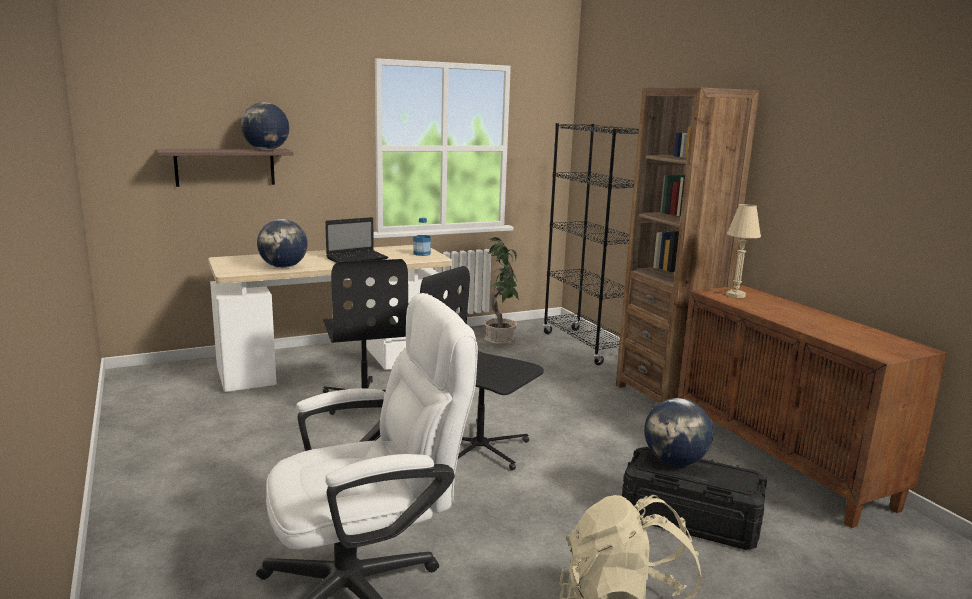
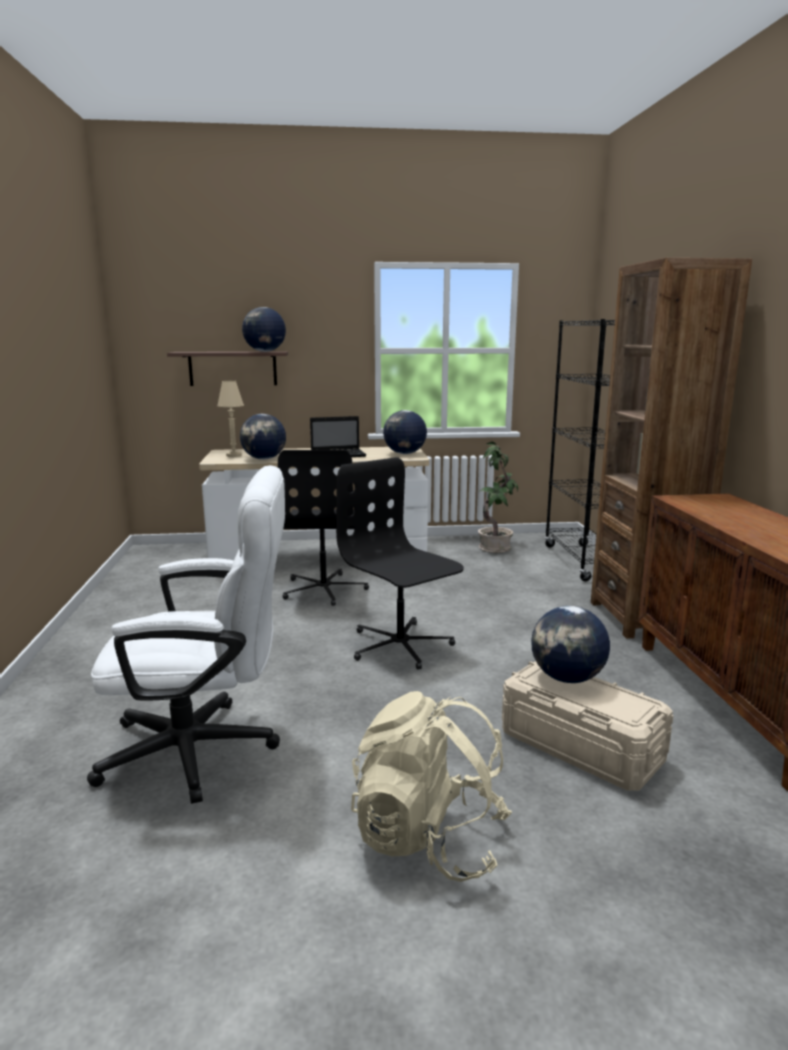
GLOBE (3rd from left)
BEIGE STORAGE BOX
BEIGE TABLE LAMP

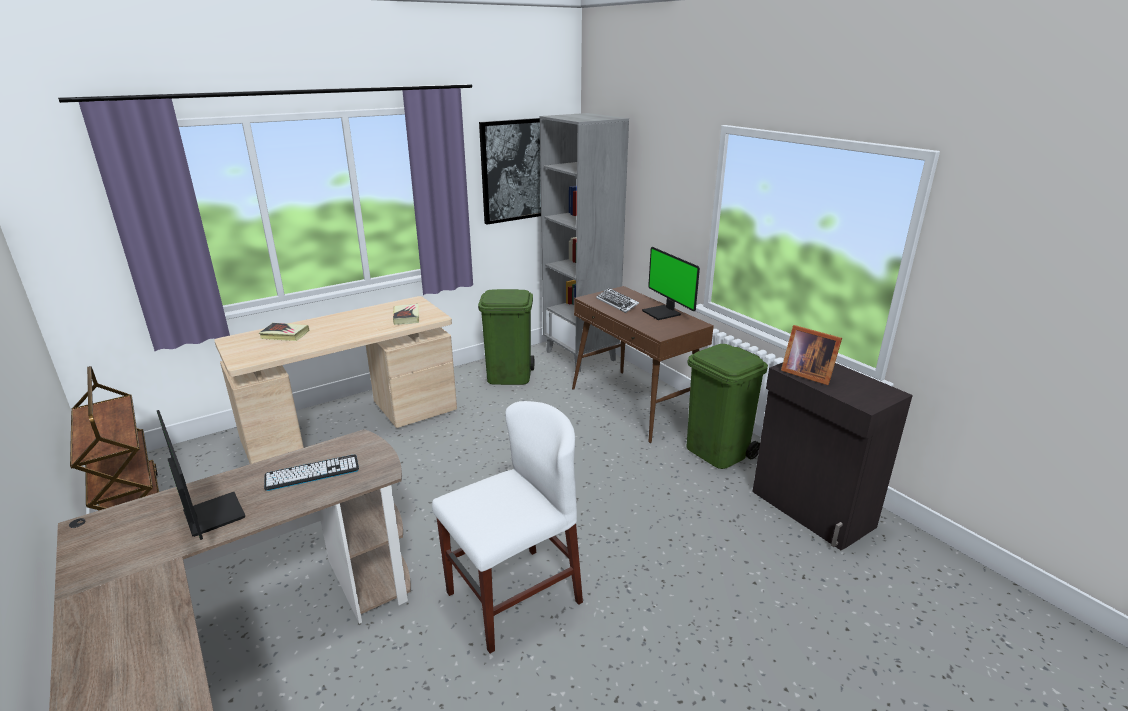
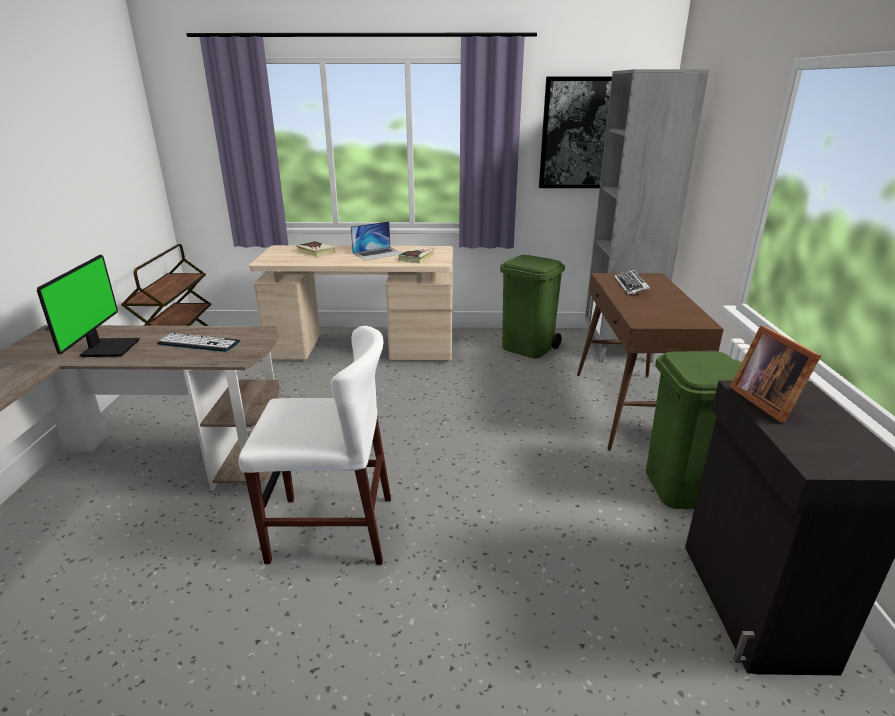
MONITOR (2nd from left in the first image)
LAPTOP

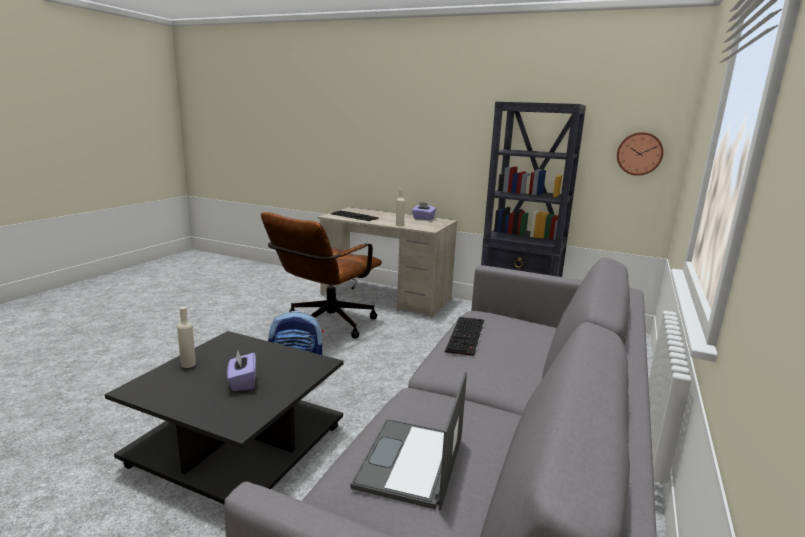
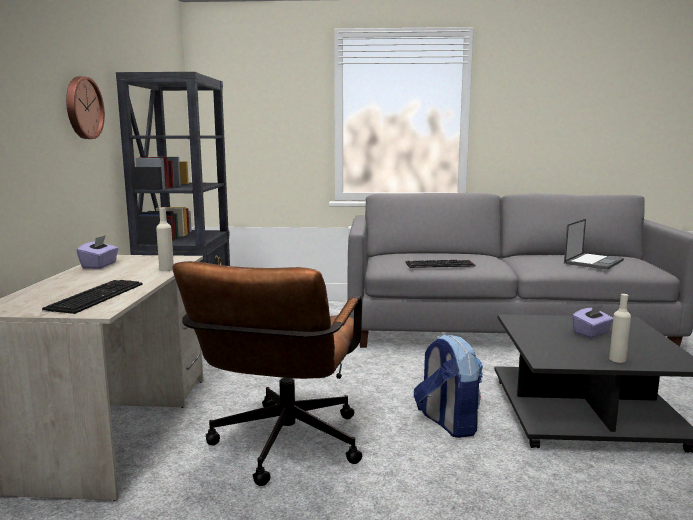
BROWN OFFICE CHAIR
LAPTOP
WALL CLOCK

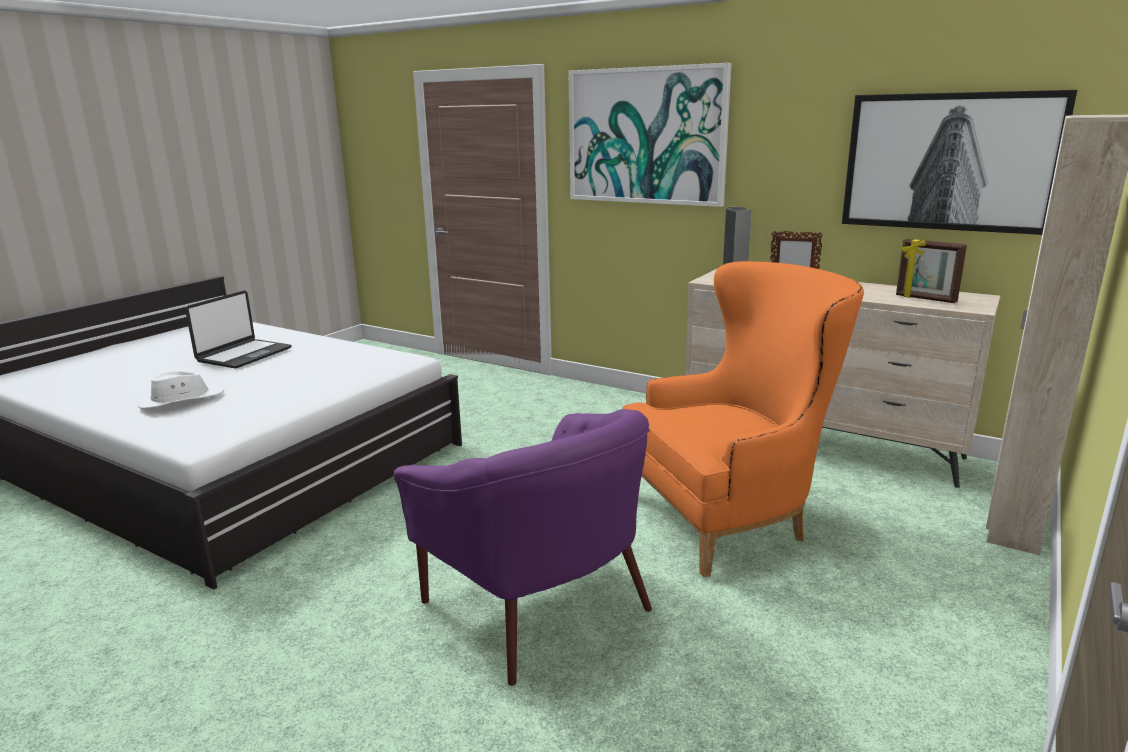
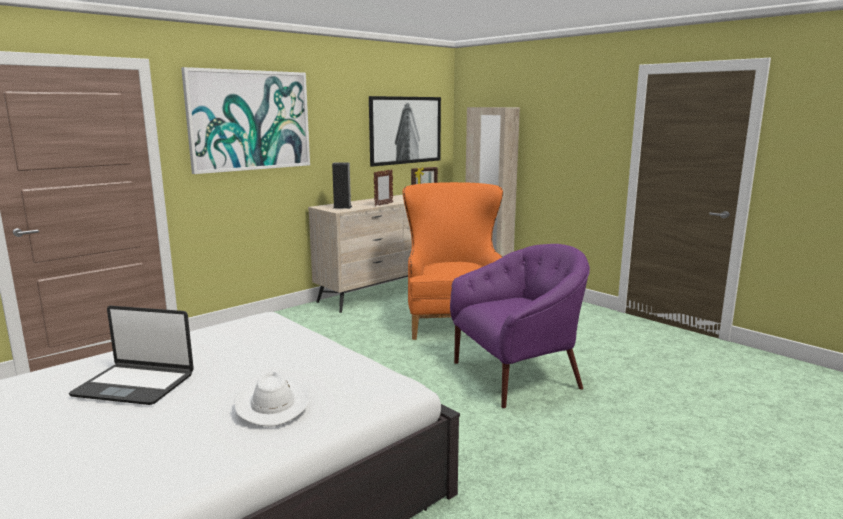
LAPTOP

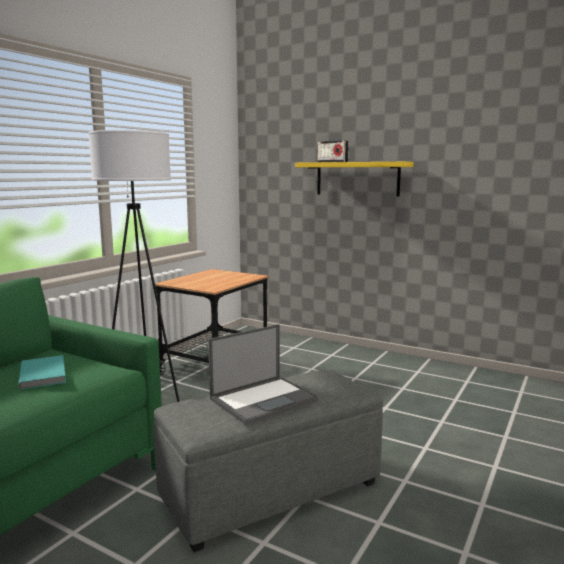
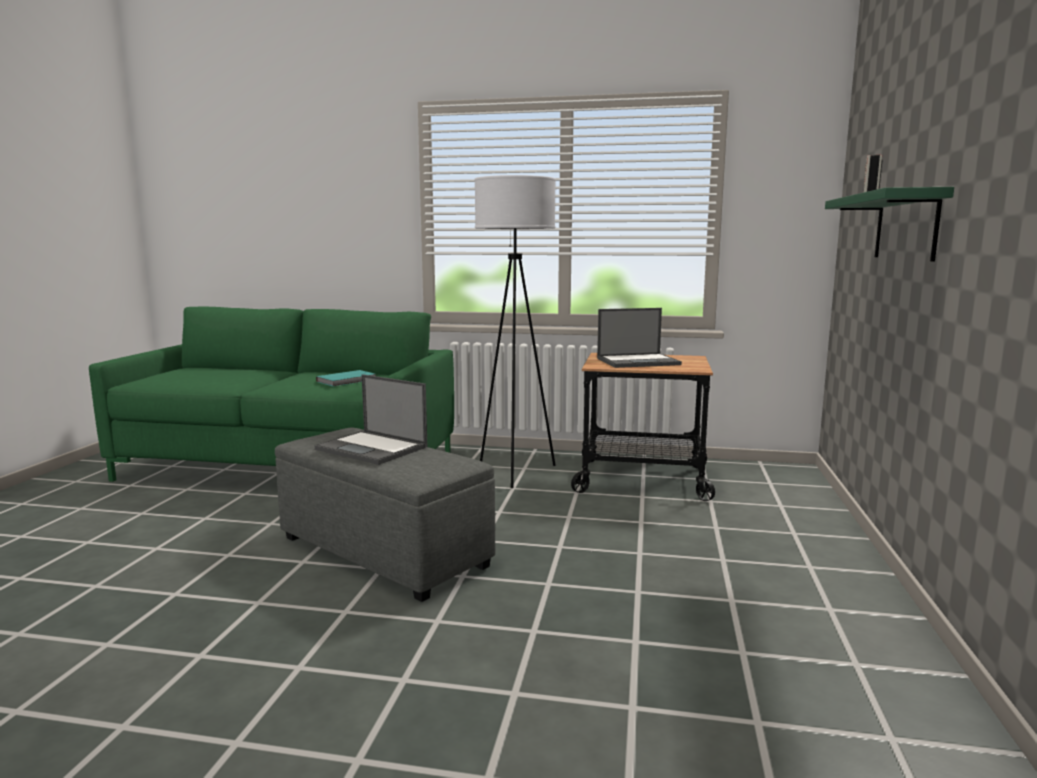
GREEN SHELF
LAPTOP (2nd from left)

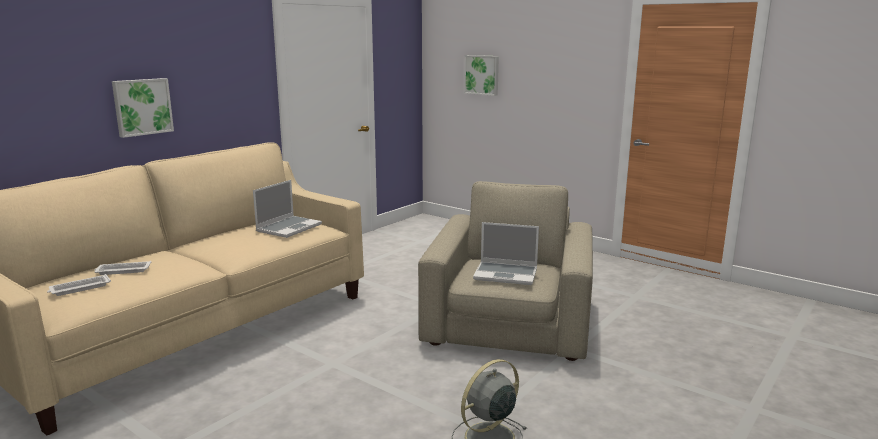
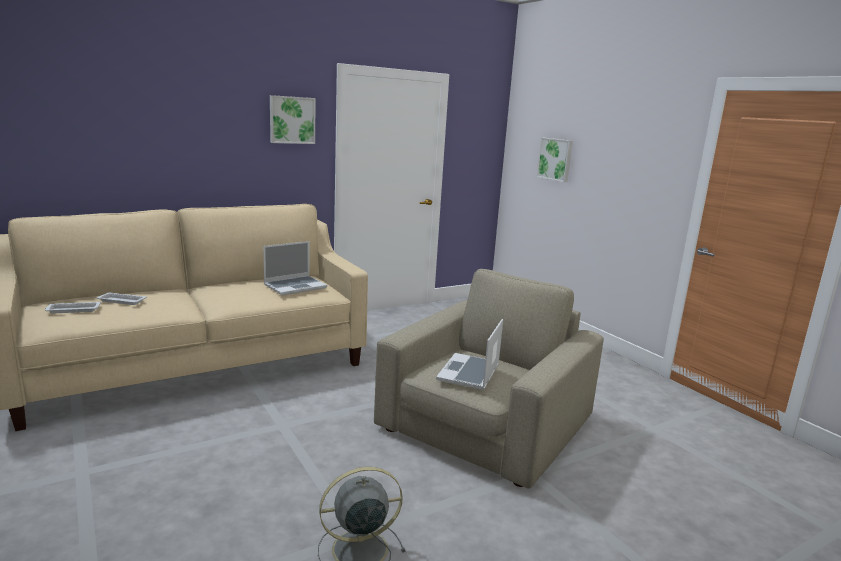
PICTURE (1st from left)
LAPTOP (2nd from left)

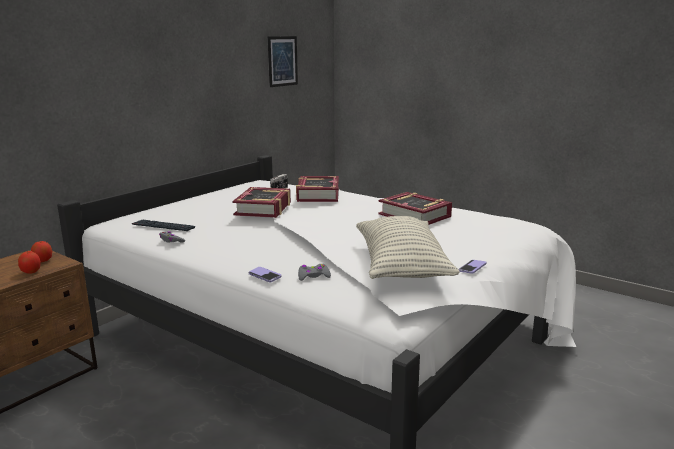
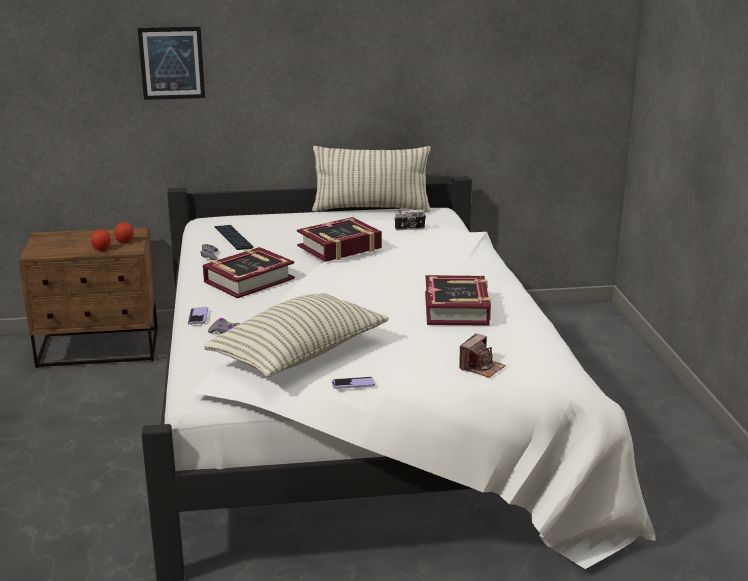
PICTURE
BOOK (1st from left)
PILLOW (2nd from left)
PHOTO CAMERA (2nd from left)

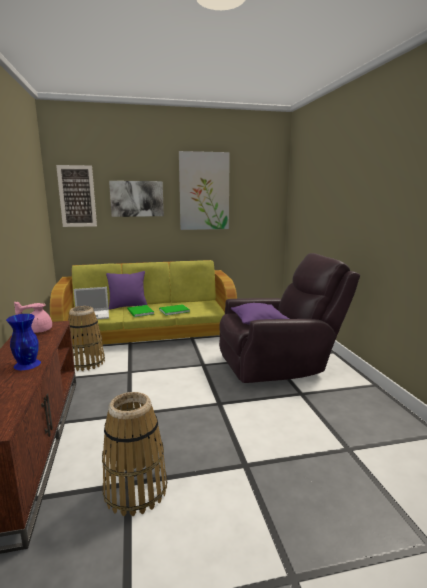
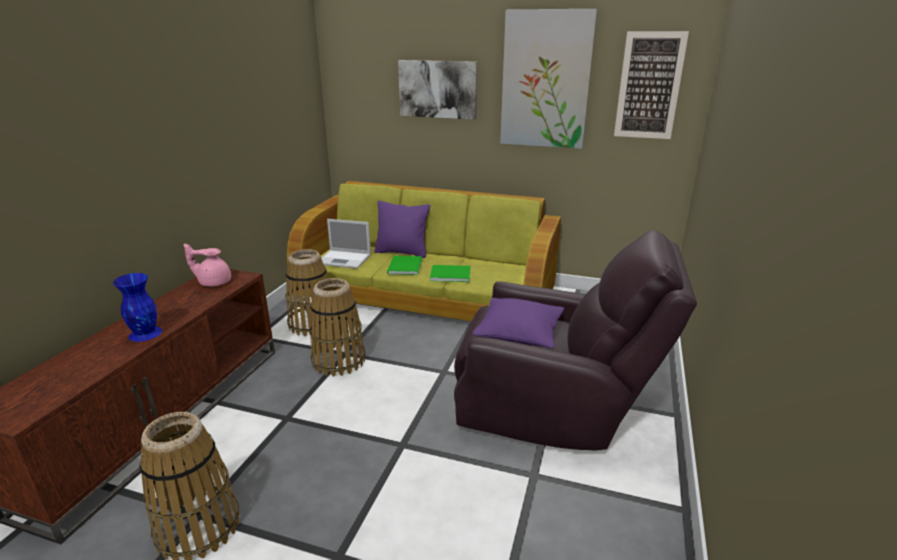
PICTURE (3rd from left)
BASKET (3rd from left)

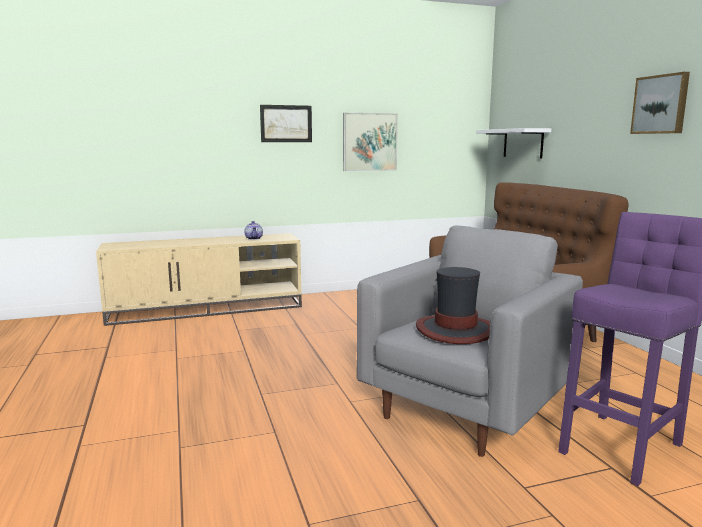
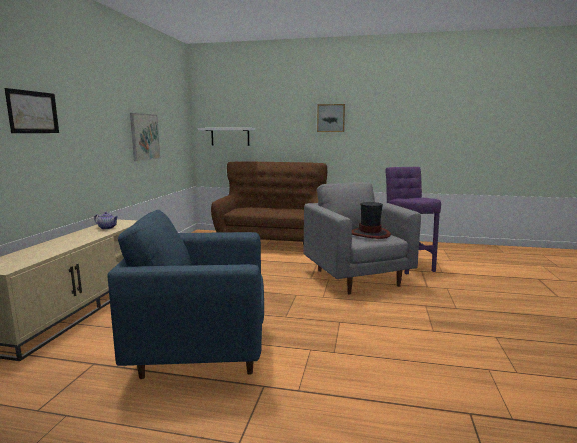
PICTURE (1st from left)
BLUE ARMCHAIR

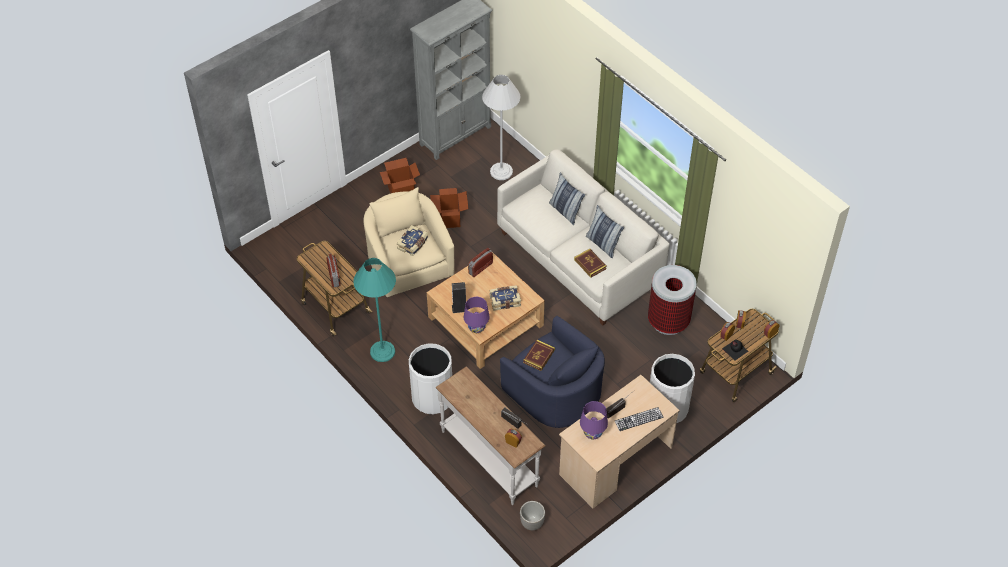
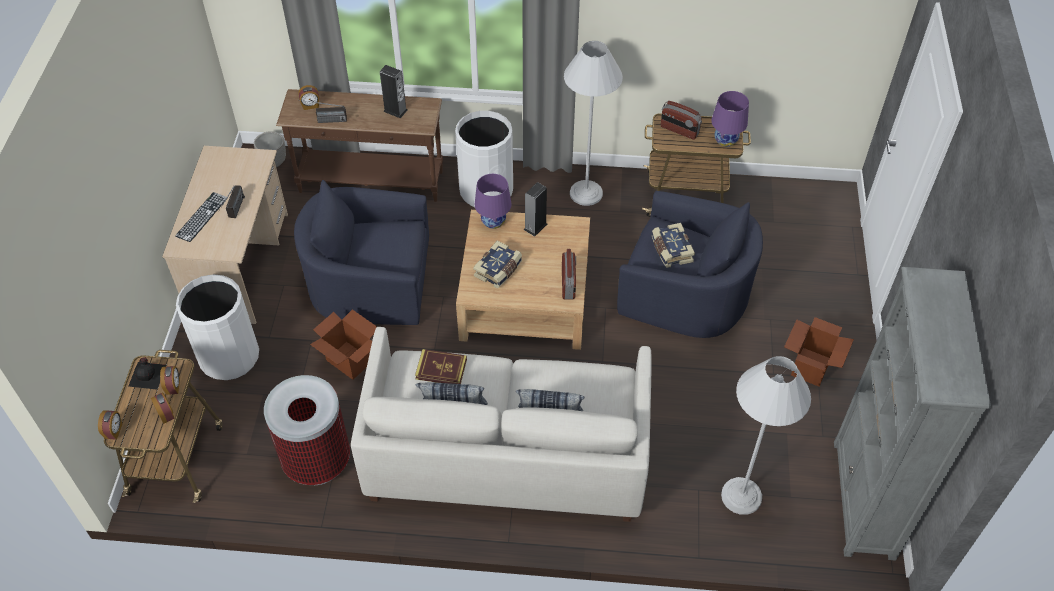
WHITE FLOOR LAMP (1st from left)
BLUE ARMCHAIR (2nd from left)
CARDBOARD BOX (1st from left)
BROWN CONSOLE TABLE
BOOK (3rd from left in the first image)
PURPLE TABLE LAMP (2nd from left)
SPEAKER (1st from left)

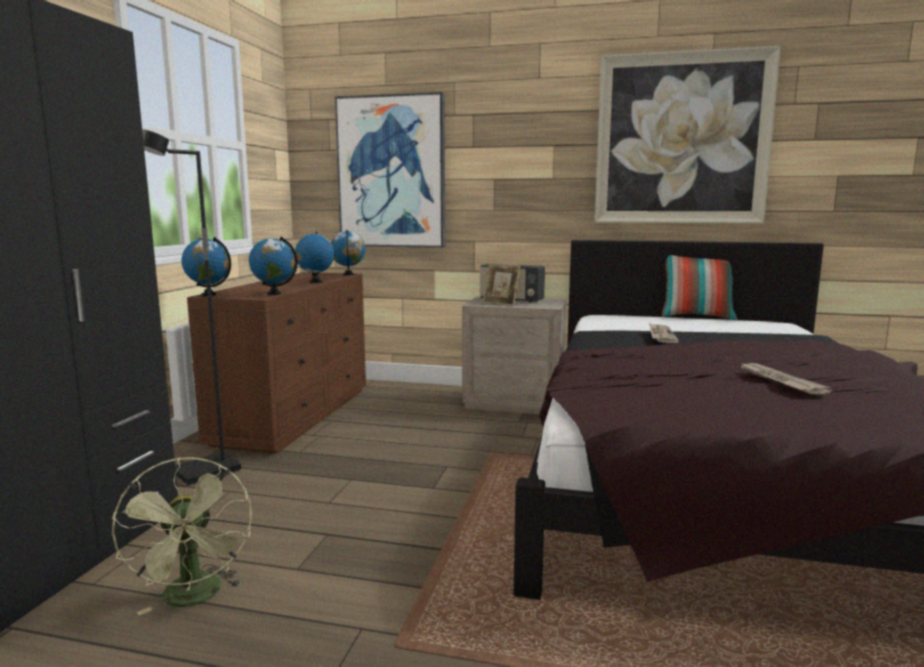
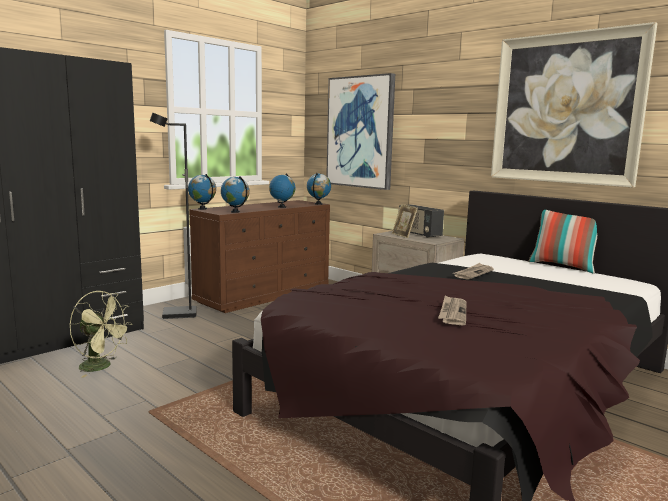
GREEN FAN

